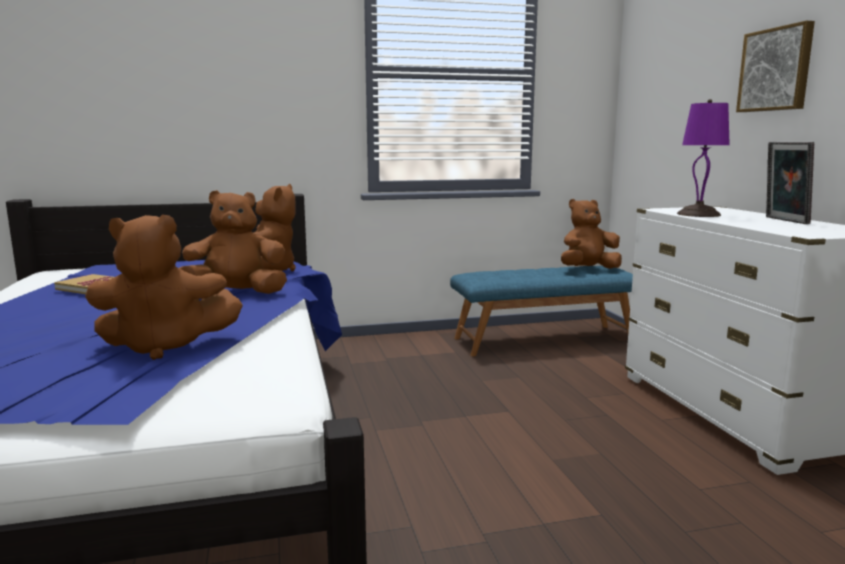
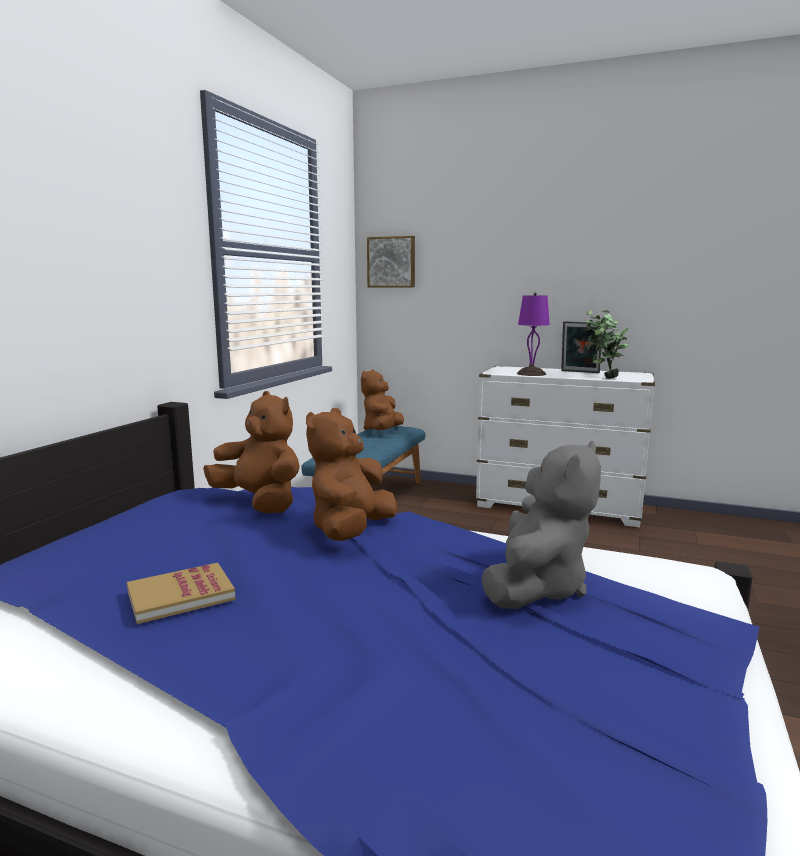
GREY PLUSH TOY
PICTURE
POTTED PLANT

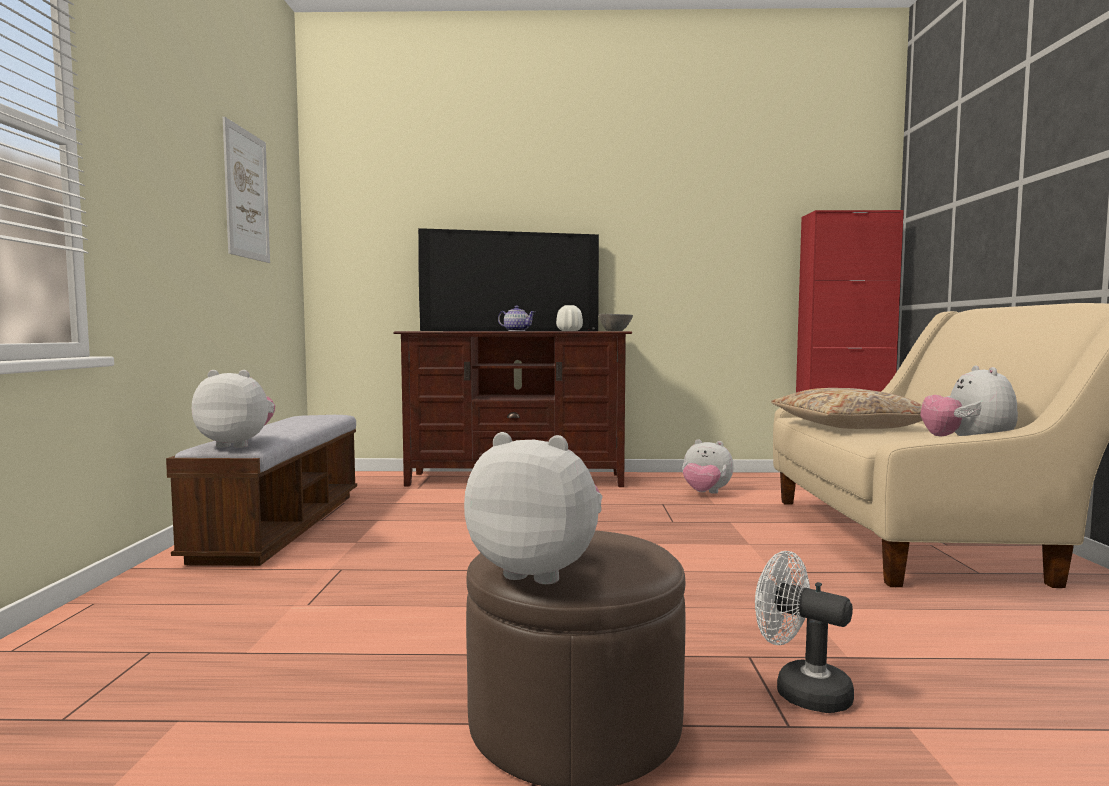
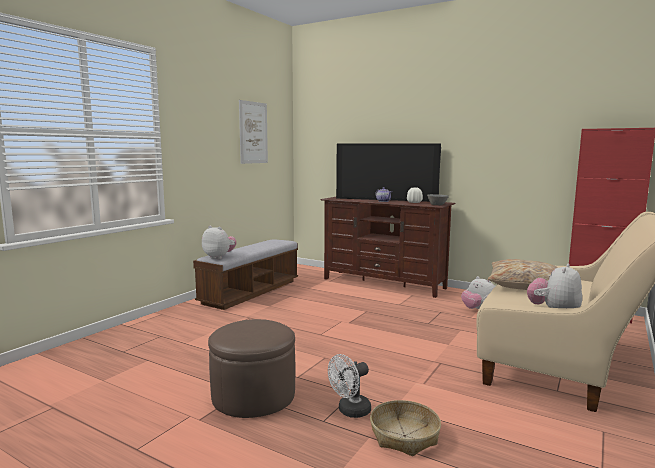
PLUSH TOY (2nd from left in the first image)
WHITE FAN
BASKET

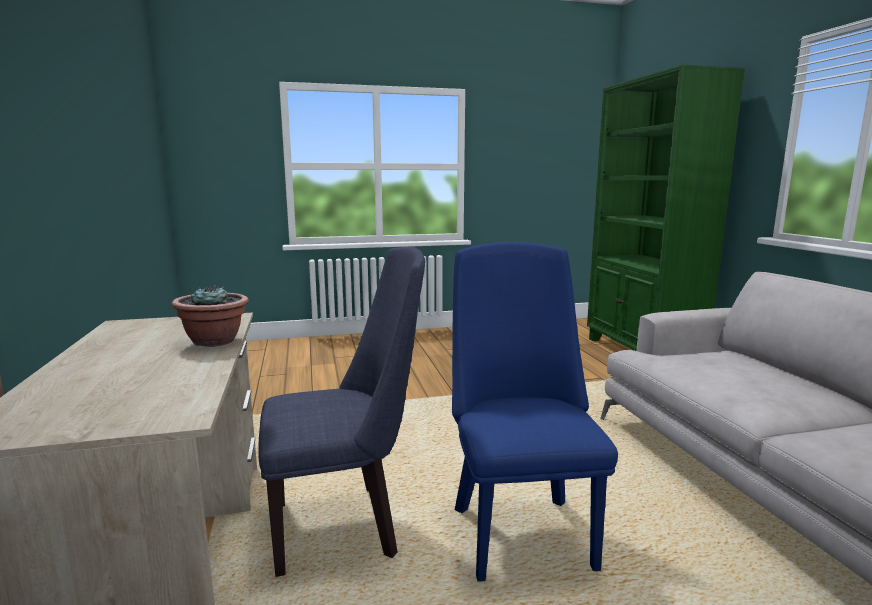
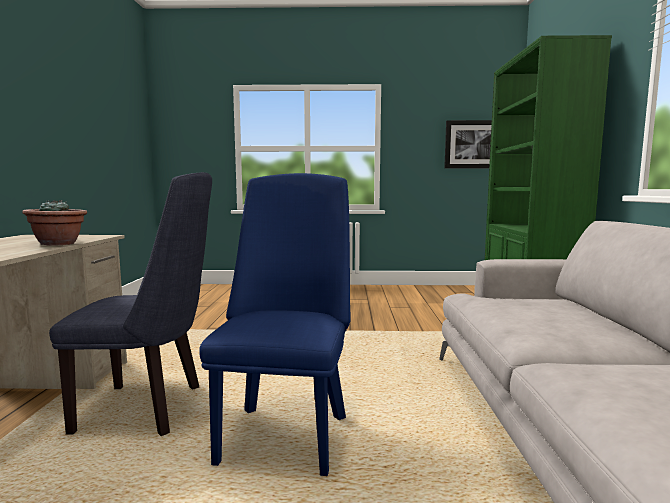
PICTURE

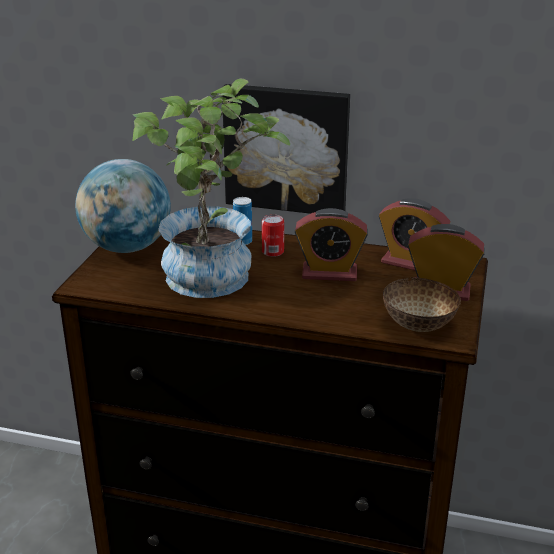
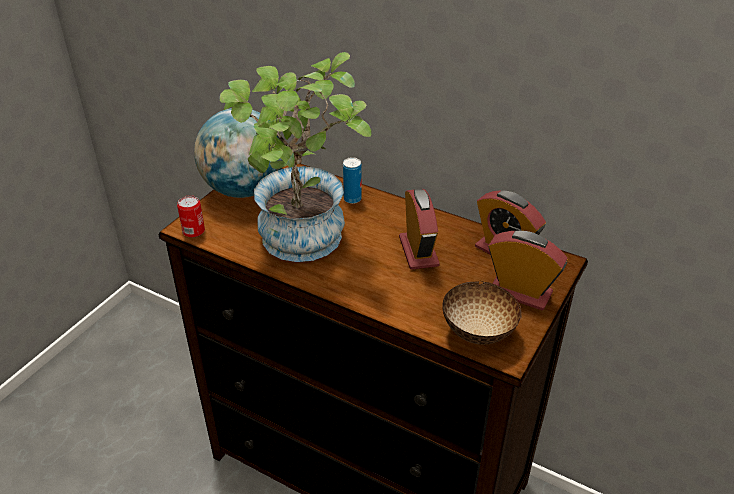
PICTURE
CAN (1st from left)
ALARM CLOCK (1st from left)

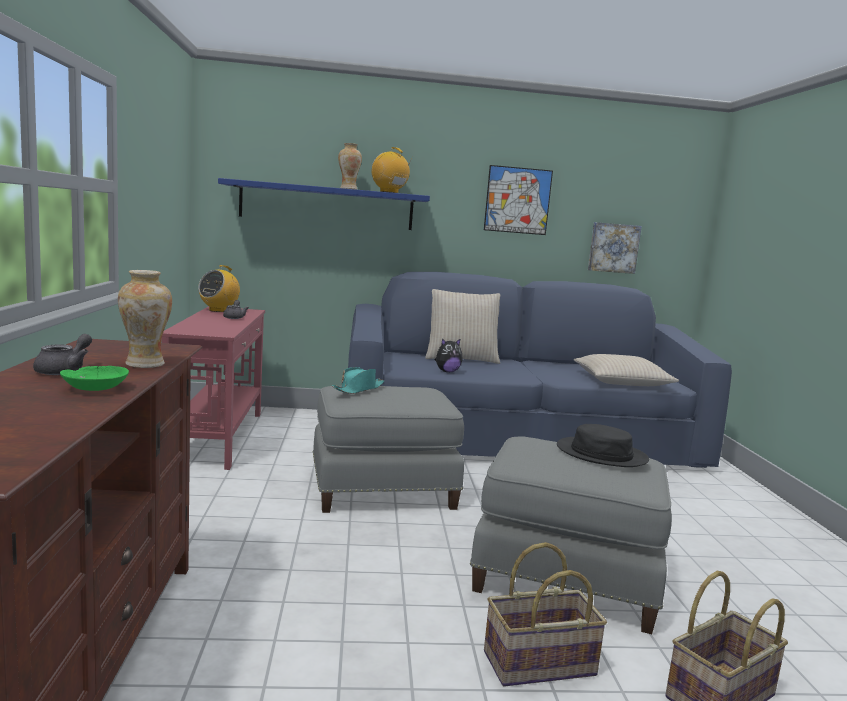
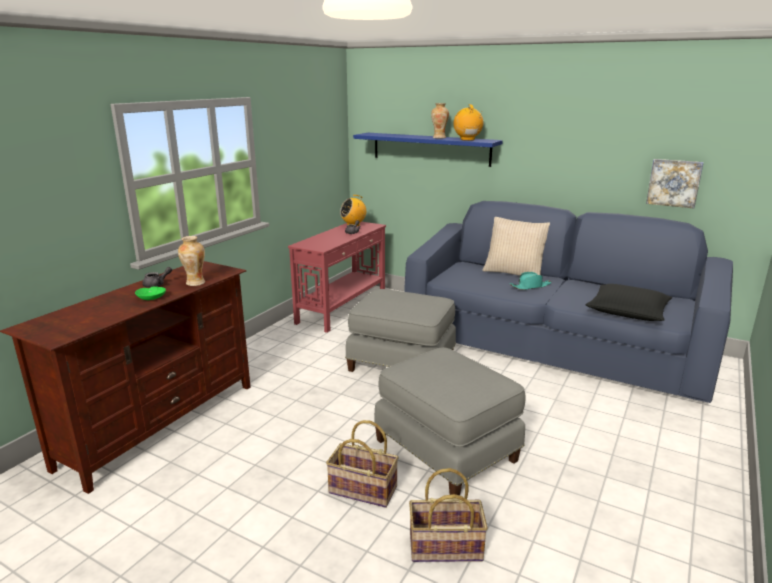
TURQUOISE HAT
PLUSH TOY
PICTURE (1st from left in the first image)
BLACK HAT
BLACK PILLOW

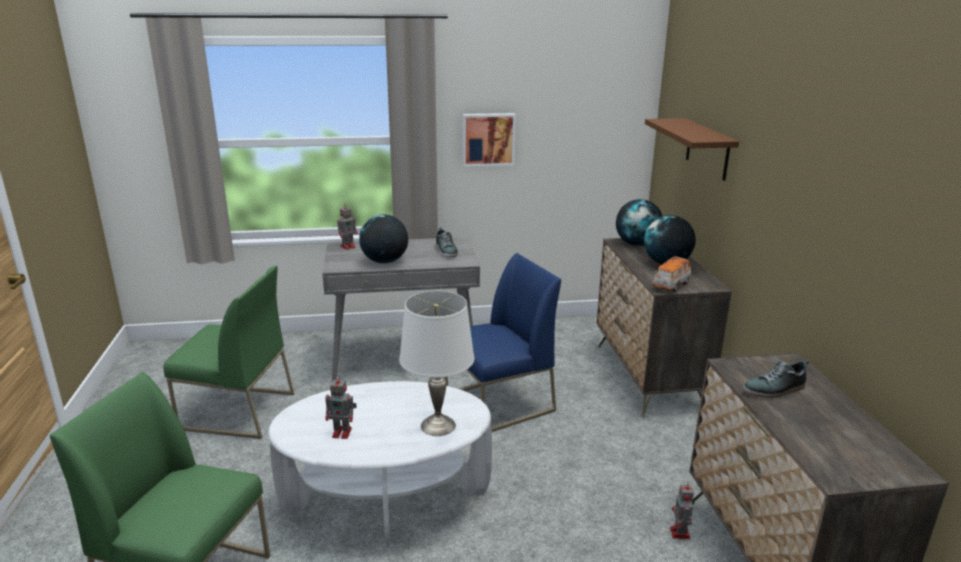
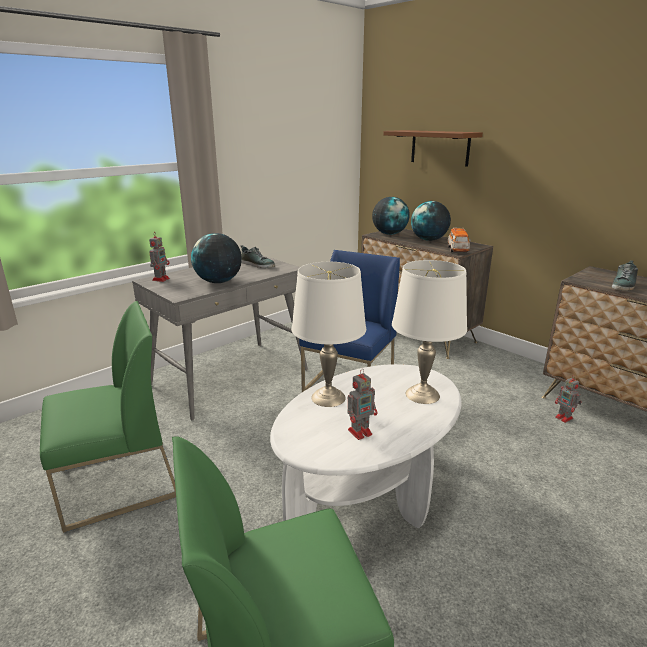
PICTURE
WHITE TABLE LAMP (1st from left)

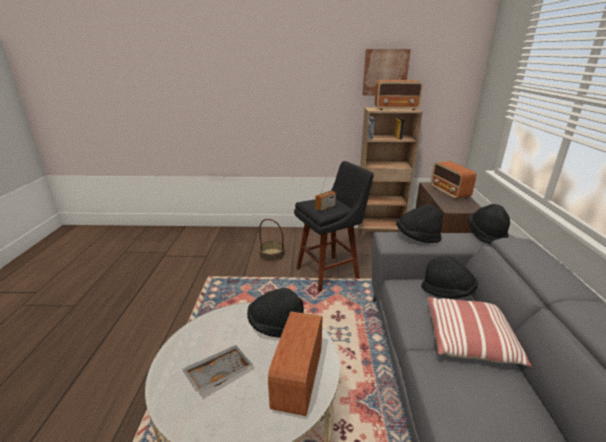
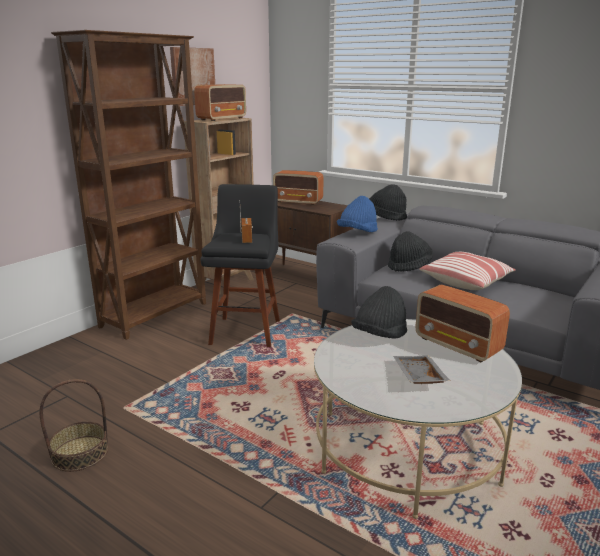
BASKET
BLUE HAT
BROWN BOOKCASE (1st from left)

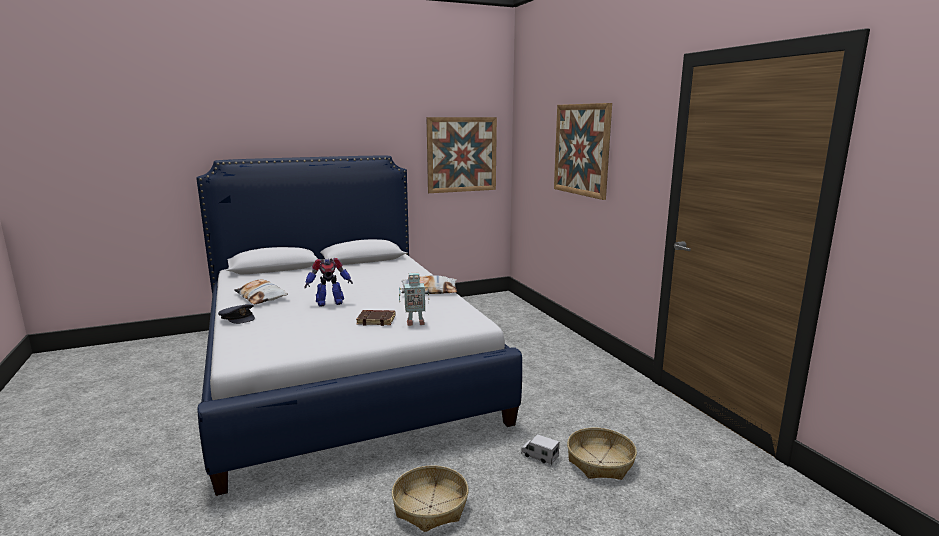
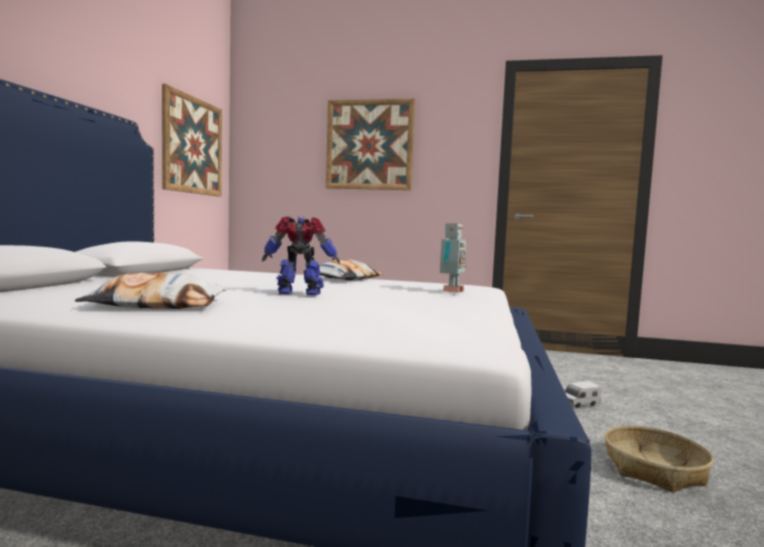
GREY CAP
TOY ROBOT (1st from left)
BROWN BOOK
BASKET (2nd from left in the first image)

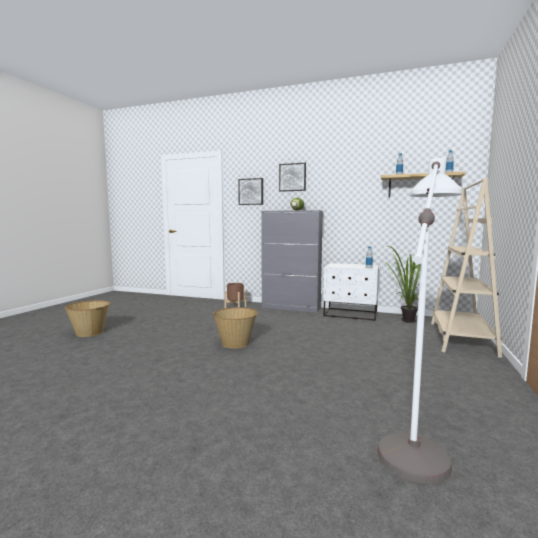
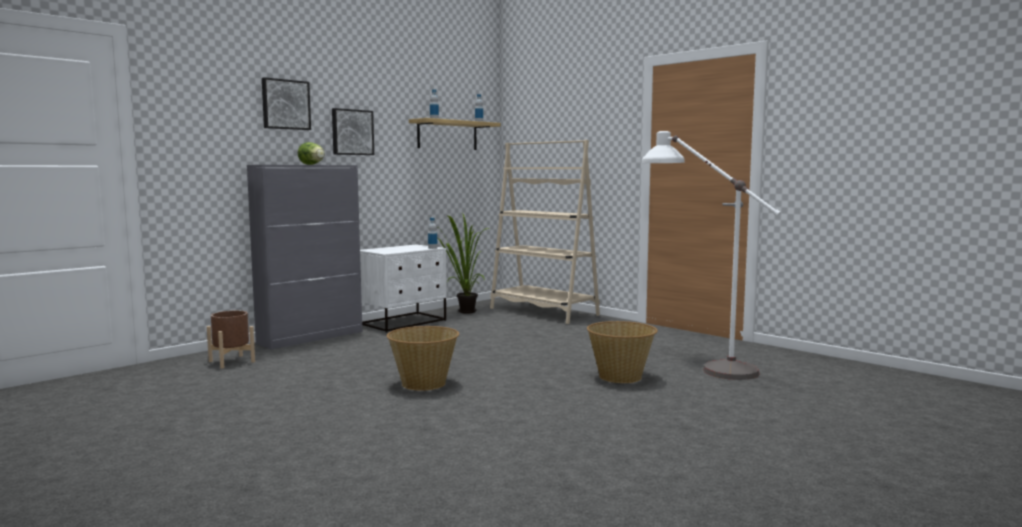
BASKET (2nd from left)
PICTURE (2nd from left)

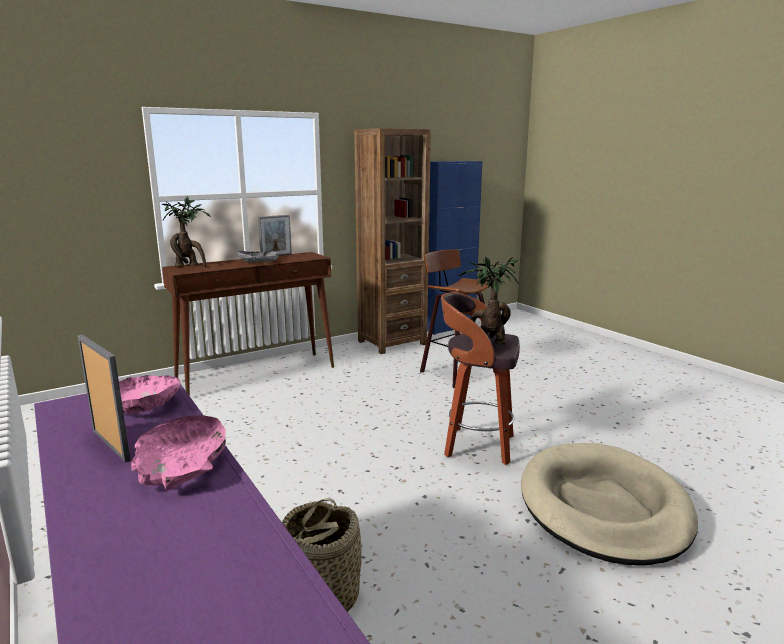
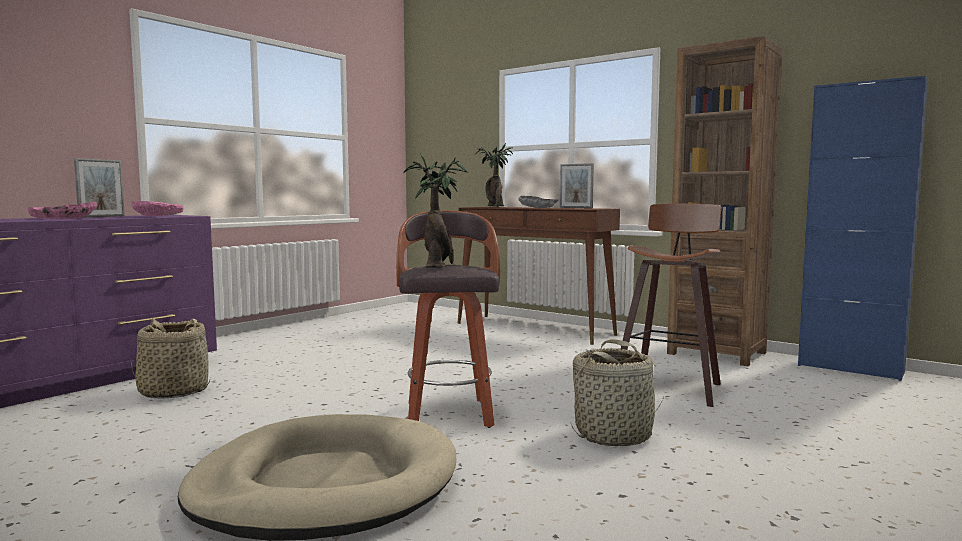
BASKET (2nd from left)

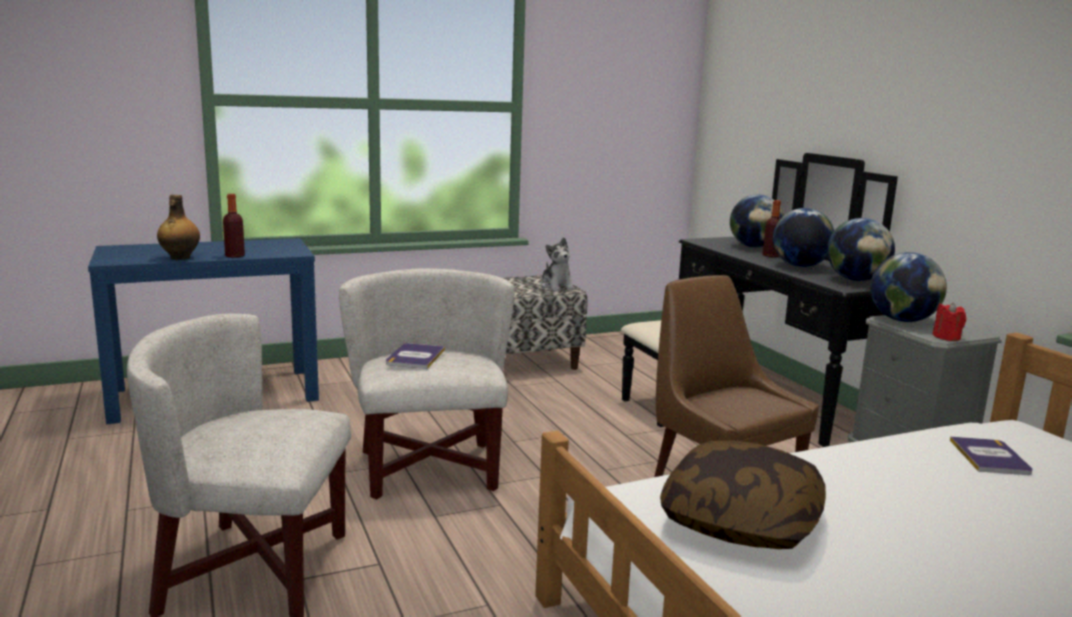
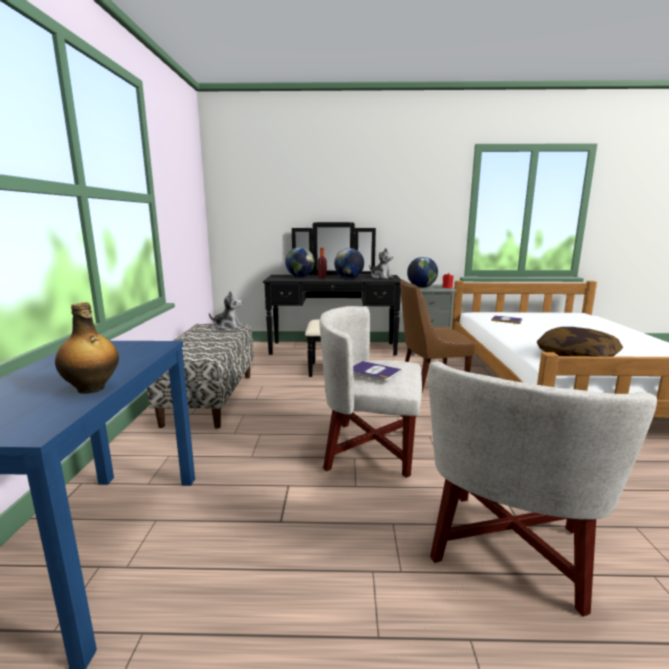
BOTTLE (2nd from left in the first image)
PLUSH TOY (2nd from left)

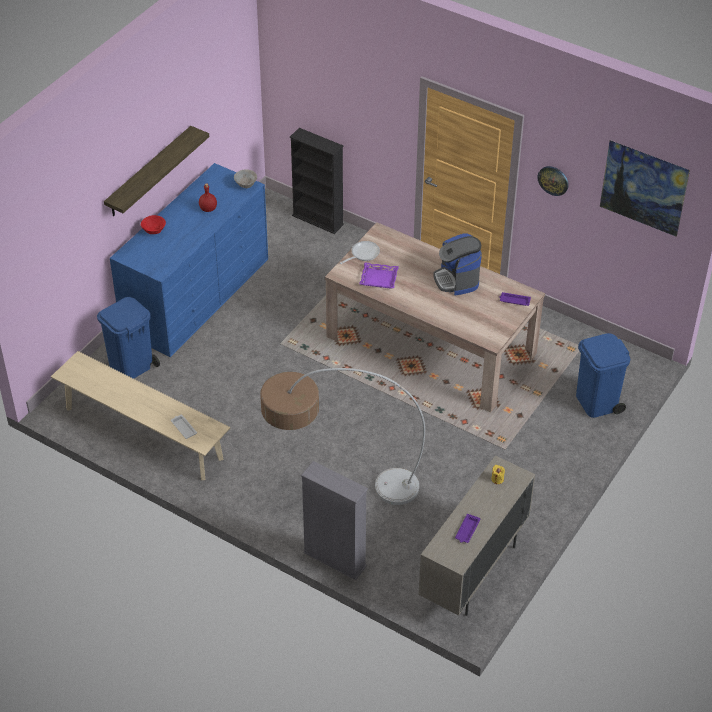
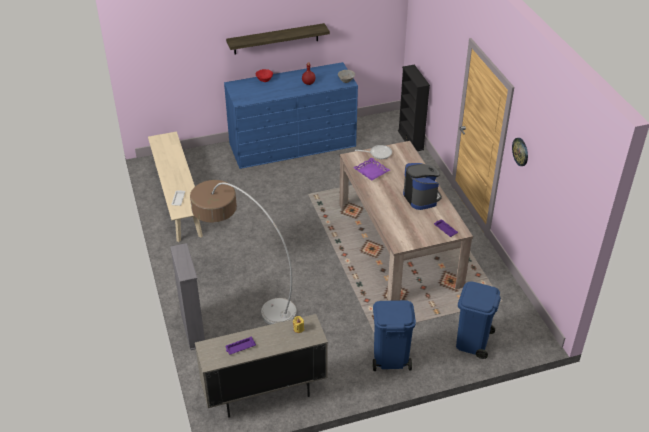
BLUE TRASH CAN (1st from left)
COFFEE MACHINE
PICTURE

